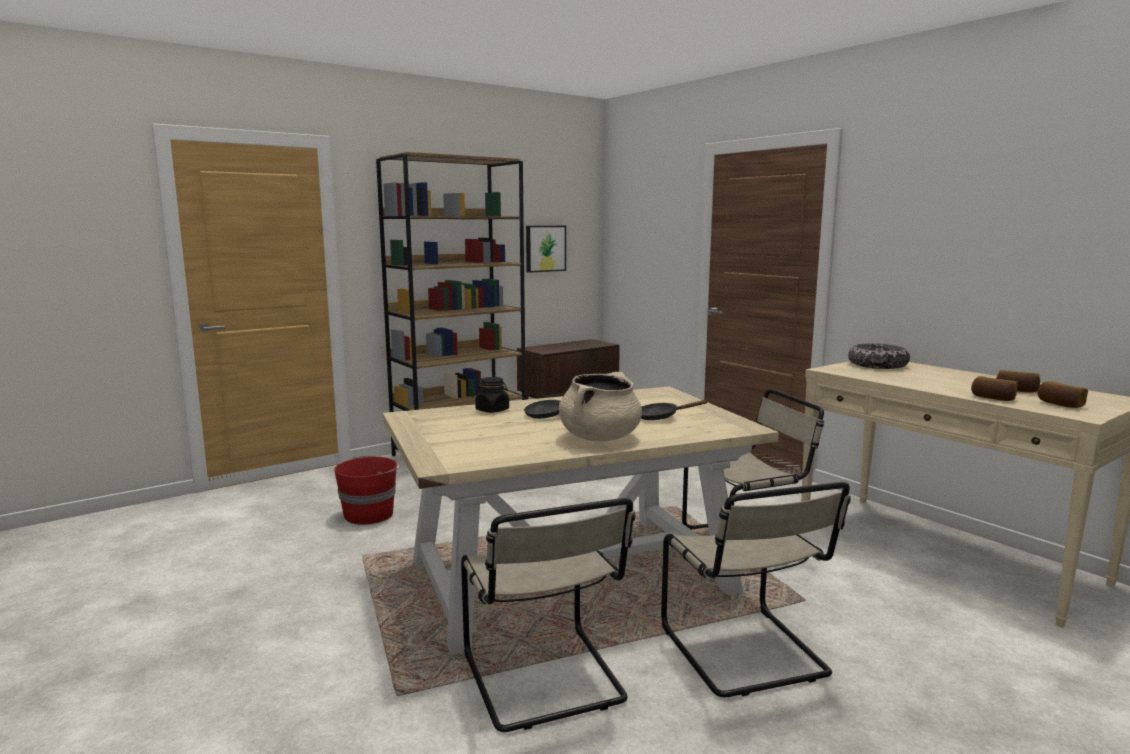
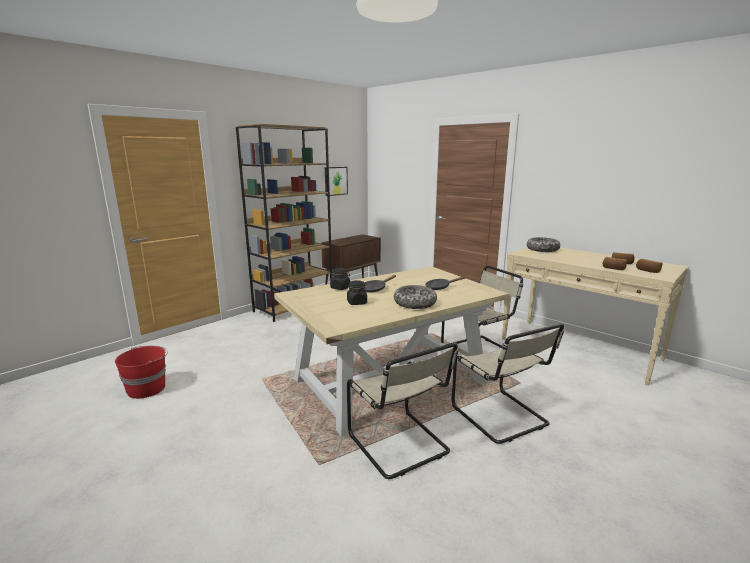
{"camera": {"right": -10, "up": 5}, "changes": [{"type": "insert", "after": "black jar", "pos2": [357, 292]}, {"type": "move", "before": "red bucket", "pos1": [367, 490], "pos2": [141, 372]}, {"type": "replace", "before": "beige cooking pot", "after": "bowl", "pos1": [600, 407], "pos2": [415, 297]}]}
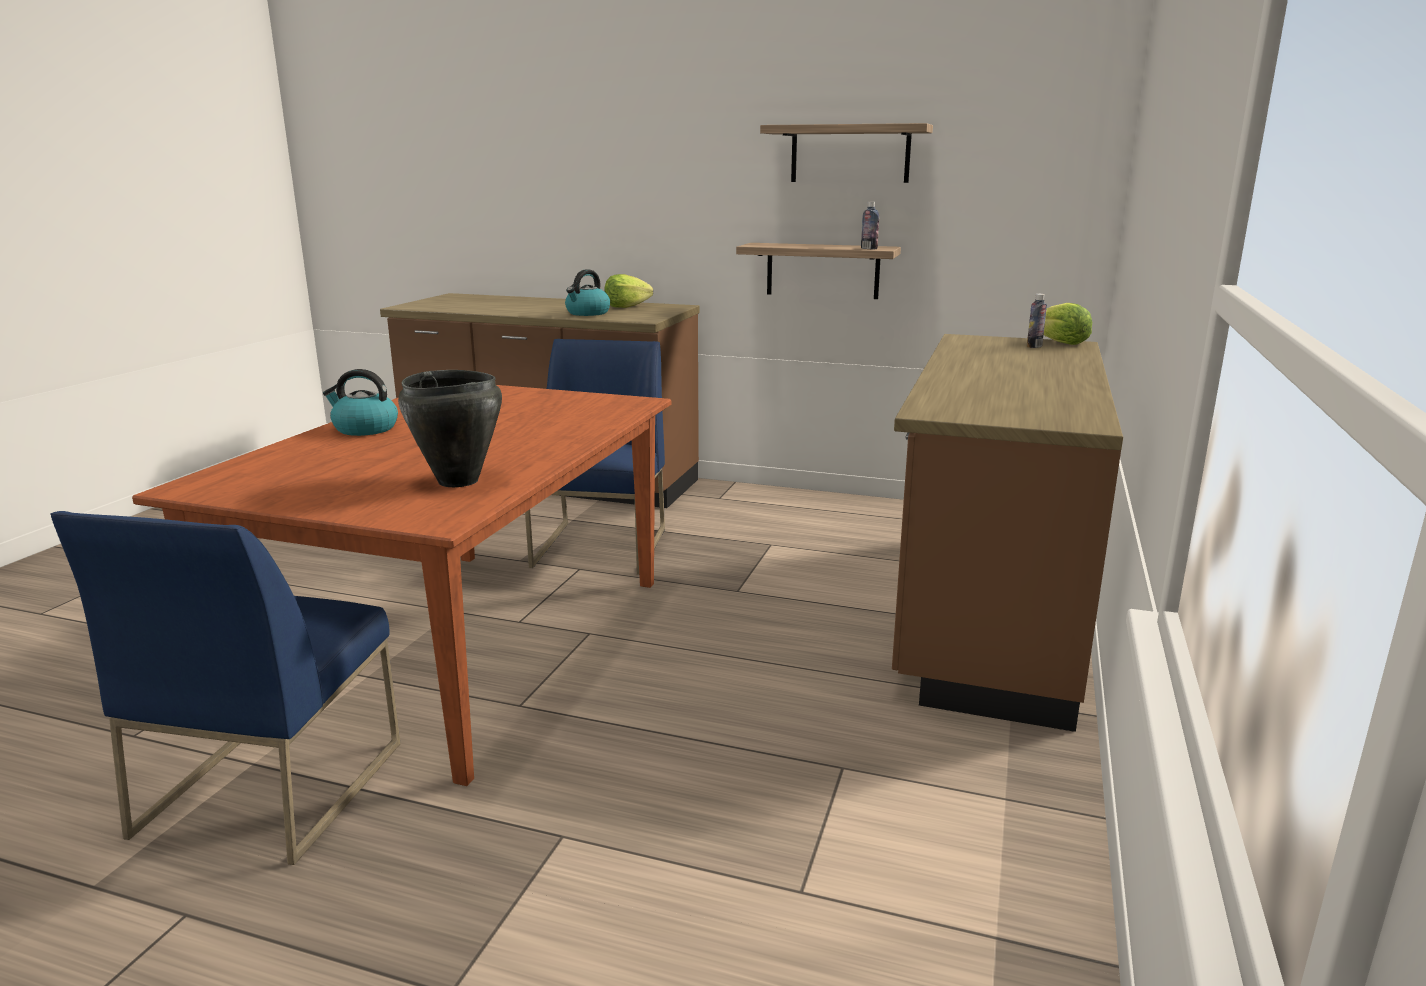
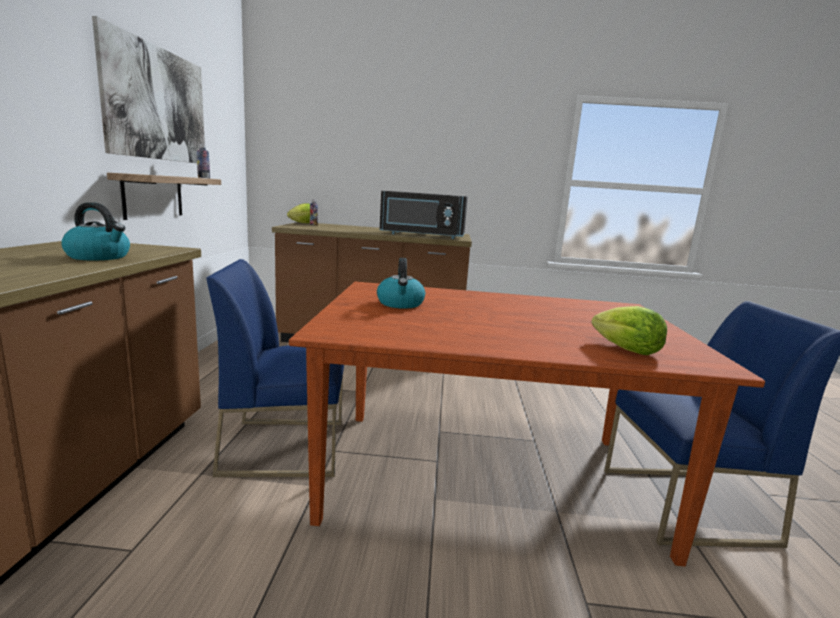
{"camera": {"right": -105, "up": -5}, "changes": [{"type": "delete", "before": "black cooking pot", "pos1": [450, 428]}, {"type": "insert", "after": "black microwave", "pos2": [424, 215]}, {"type": "move", "before": "kettle", "pos1": [360, 402], "pos2": [401, 283]}, {"type": "move", "before": "lettuce", "pos1": [628, 291], "pos2": [629, 330]}, {"type": "replace", "before": "shelf", "after": "picture", "pos1": [846, 153], "pos2": [148, 89]}]}
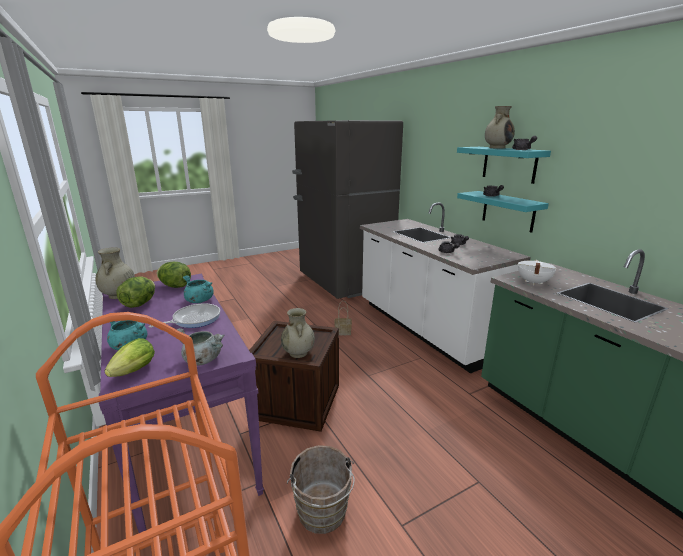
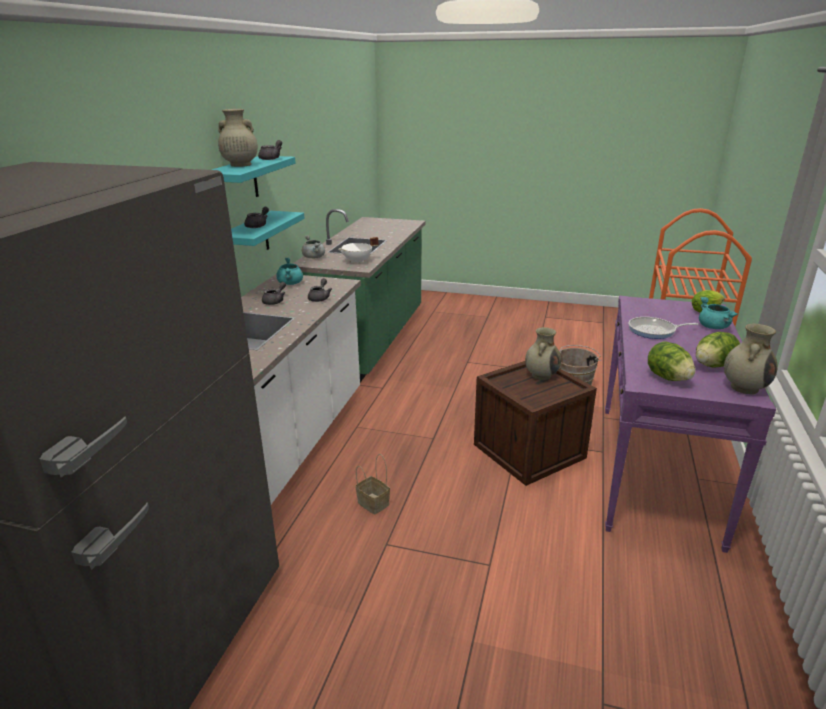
{"camera": {"right": -135, "up": 5}, "changes": [{"type": "move", "before": "grey cooking pot", "pos1": [200, 346], "pos2": [313, 246]}, {"type": "move", "before": "turquoise cooking pot", "pos1": [198, 289], "pos2": [289, 271]}]}
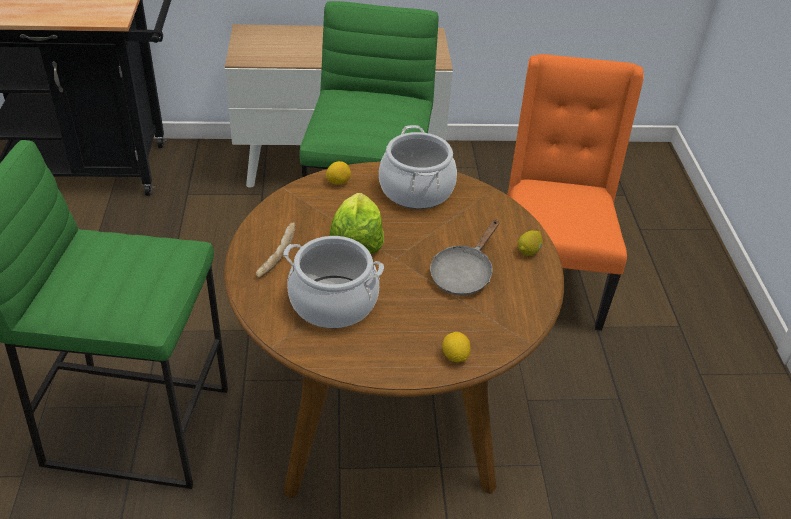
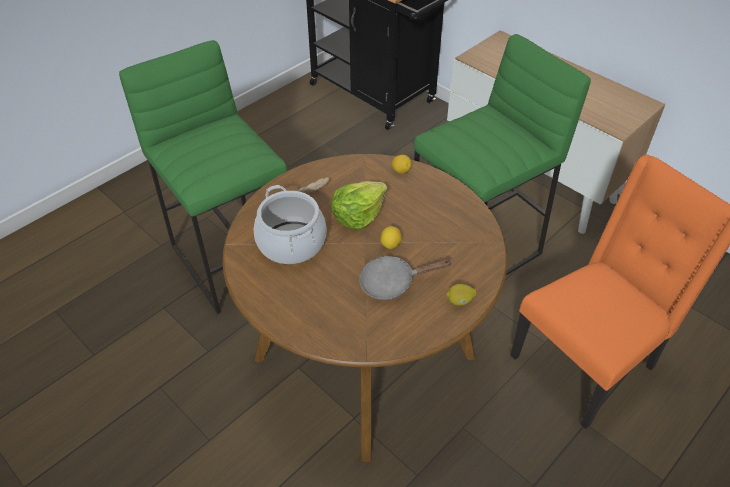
{"camera": {"right": 50, "up": 5}, "changes": [{"type": "delete", "before": "cooking pot", "pos1": [418, 167]}, {"type": "move", "before": "lemon", "pos1": [456, 347], "pos2": [391, 237]}]}
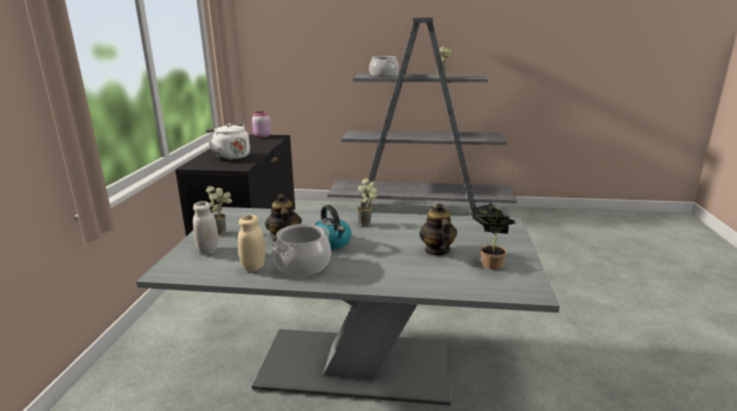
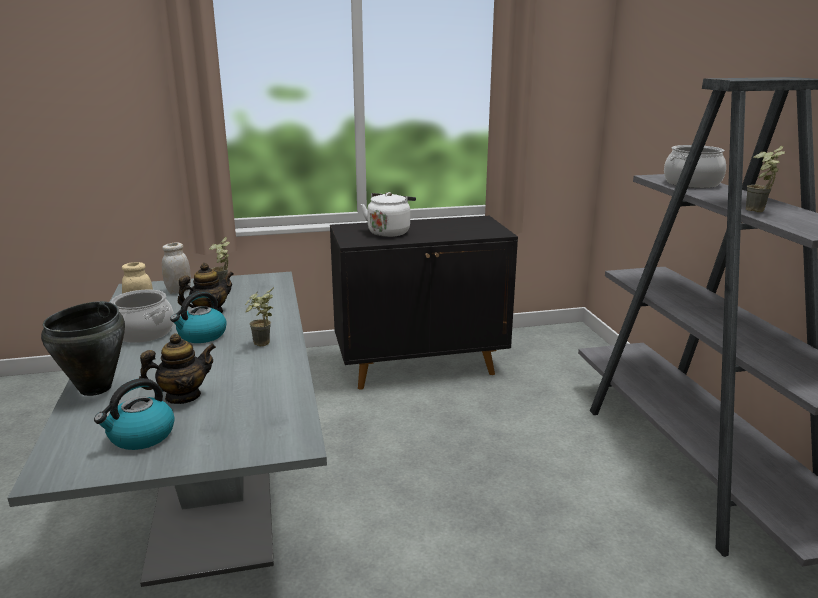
{"camera": {"right": 70, "up": 0}, "changes": [{"type": "delete", "before": "pink jar", "pos1": [261, 124]}, {"type": "insert", "after": "black cooking pot", "pos2": [83, 348]}, {"type": "replace", "before": "potted plant", "after": "kettle", "pos1": [493, 236], "pos2": [134, 414]}]}
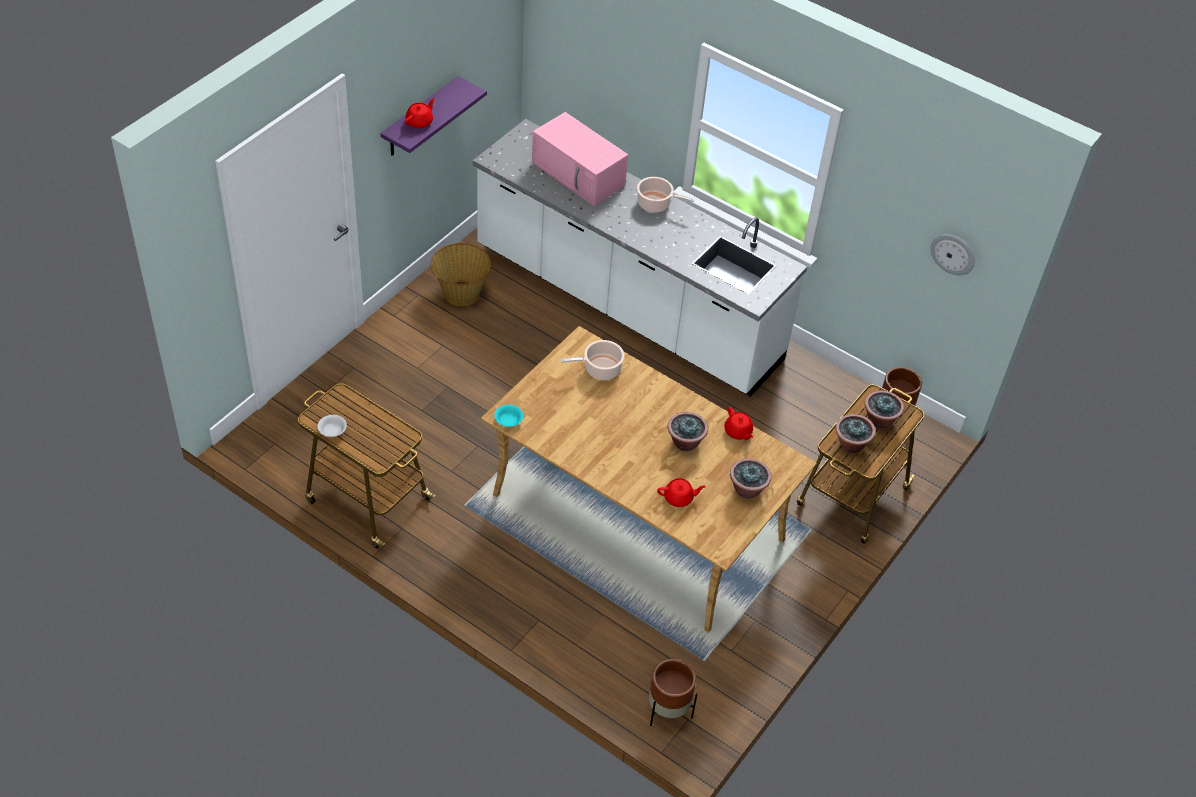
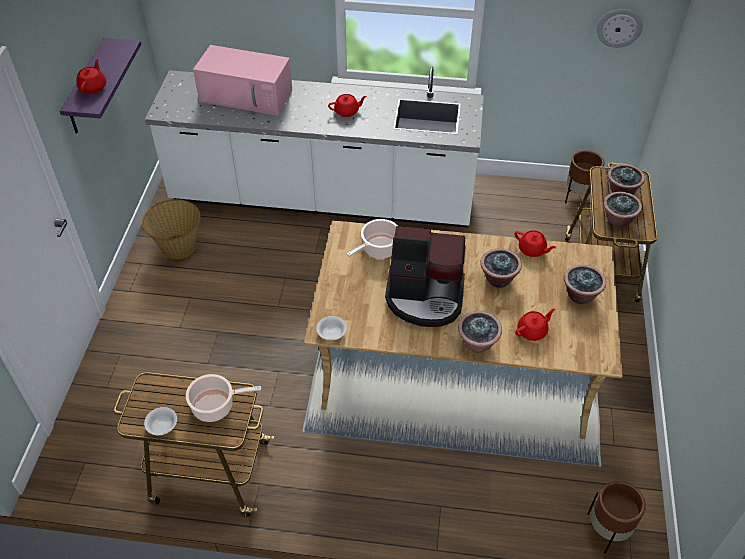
{"camera": {"right": -25, "up": 0}, "changes": [{"type": "insert", "after": "red teapot", "pos2": [347, 105]}, {"type": "insert", "after": "coffee machine", "pos2": [425, 276]}, {"type": "insert", "after": "potted plant", "pos2": [480, 332]}, {"type": "move", "before": "cooking pot", "pos1": [666, 195], "pos2": [223, 398]}, {"type": "recolor", "before": "turquoise bowl", "after": "white bowl", "pos1": [508, 416], "pos2": [331, 328]}]}
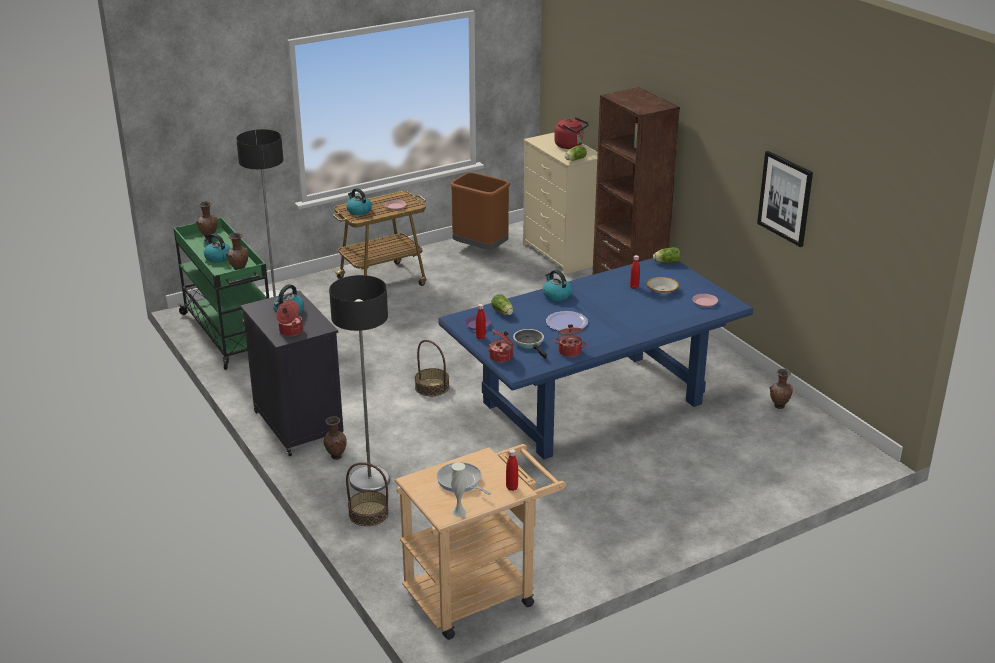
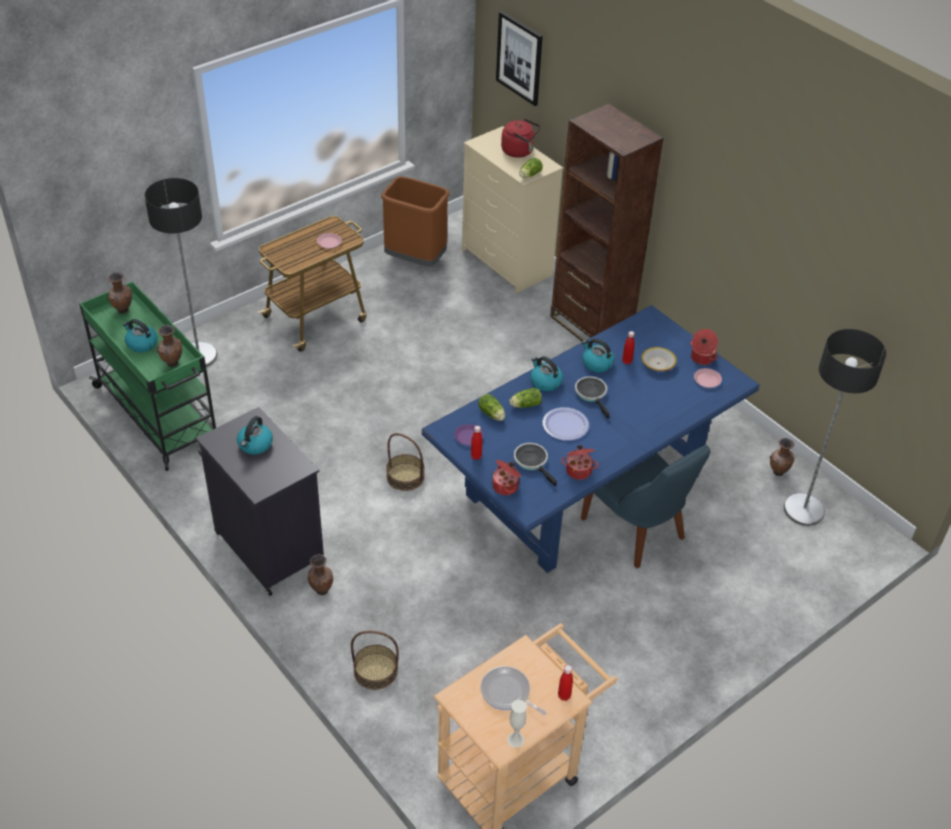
{"camera": {"right": -10, "up": 15}, "changes": [{"type": "insert", "after": "frying pan", "pos2": [592, 397]}, {"type": "insert", "after": "blue chair", "pos2": [645, 506]}, {"type": "move", "before": "cooking pot", "pos1": [289, 318], "pos2": [704, 347]}, {"type": "move", "before": "floor lamp", "pos1": [359, 383], "pos2": [835, 427]}, {"type": "move", "before": "kettle", "pos1": [359, 201], "pos2": [598, 355]}, {"type": "move", "before": "lettuce", "pos1": [667, 255], "pos2": [525, 398]}, {"type": "move", "before": "picture", "pos1": [785, 199], "pos2": [519, 58]}]}
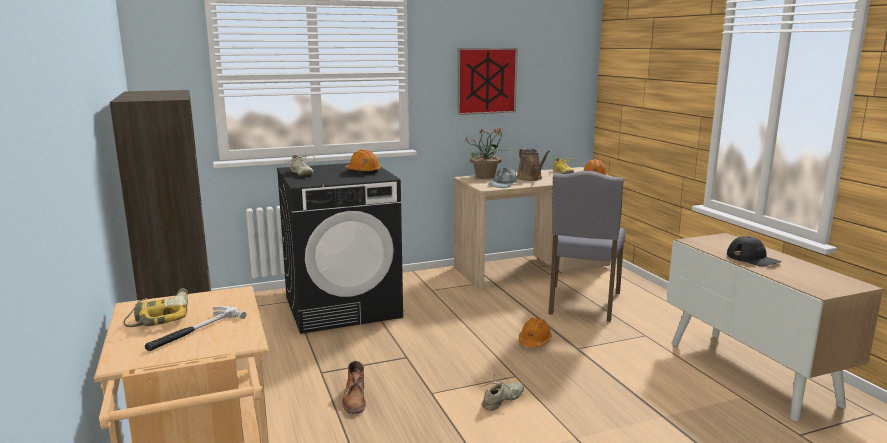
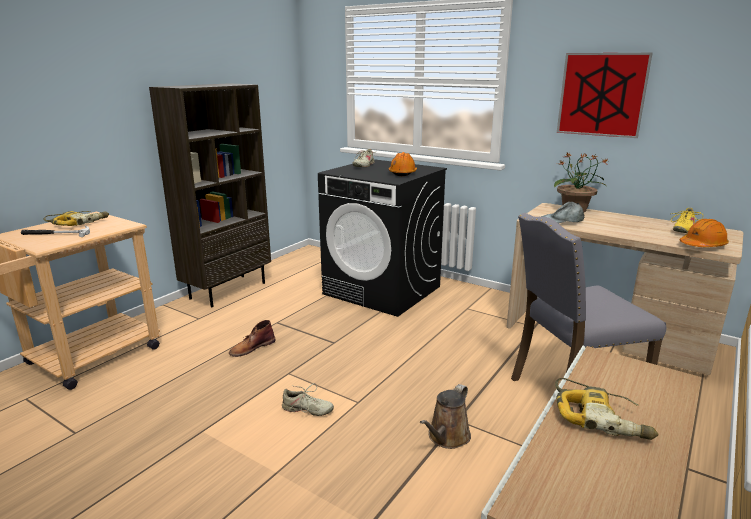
{"camera": {"right": 55, "up": 5}, "changes": [{"type": "delete", "before": "orange hard hat", "pos1": [535, 332]}, {"type": "move", "before": "brown watering can", "pos1": [533, 164], "pos2": [445, 416]}, {"type": "replace", "before": "black cap", "after": "power drill", "pos1": [754, 251], "pos2": [607, 409]}]}
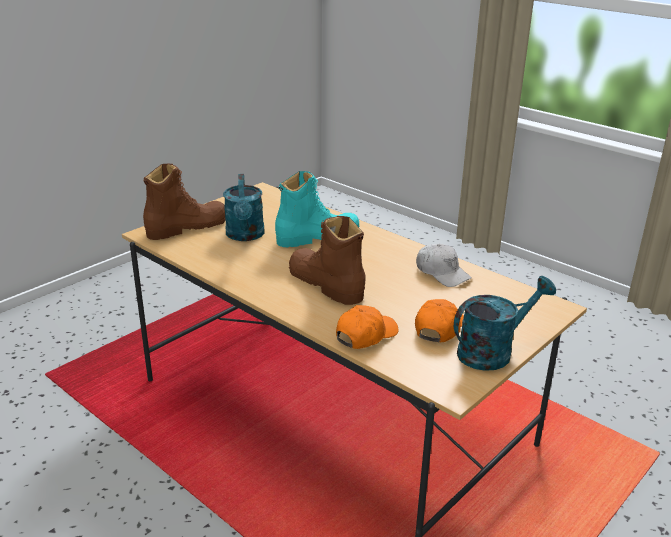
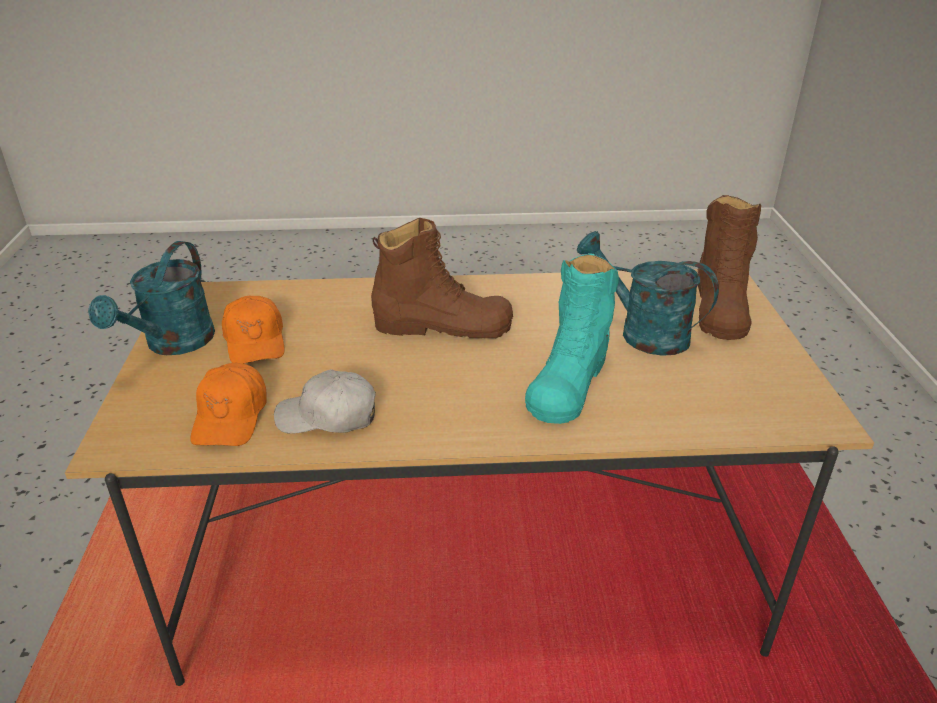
{"camera": {"right": 135, "up": 5}, "changes": [{"type": "move", "before": "orange cap", "pos1": [367, 327], "pos2": [228, 404]}]}
